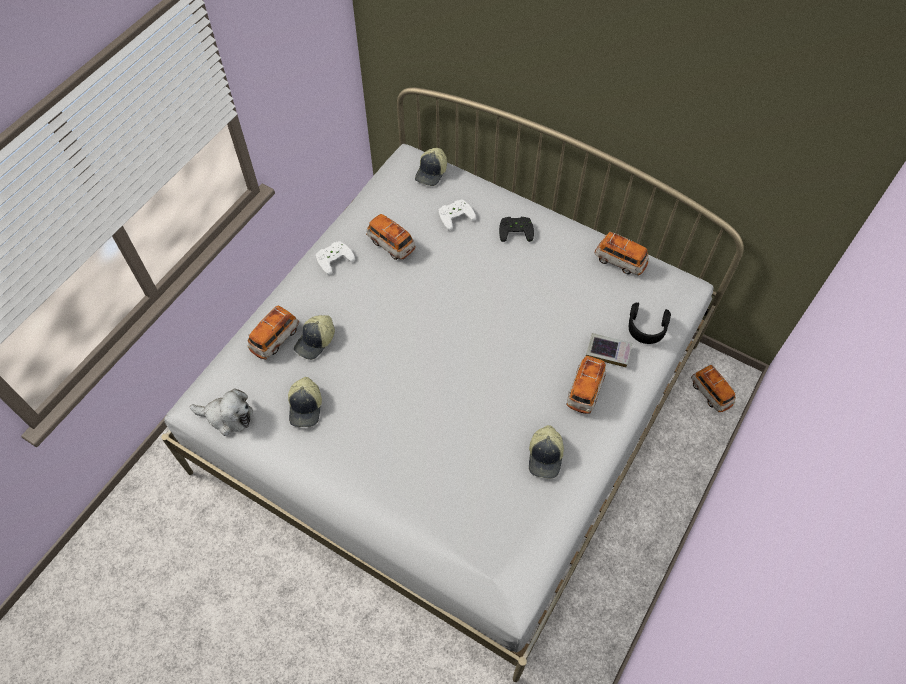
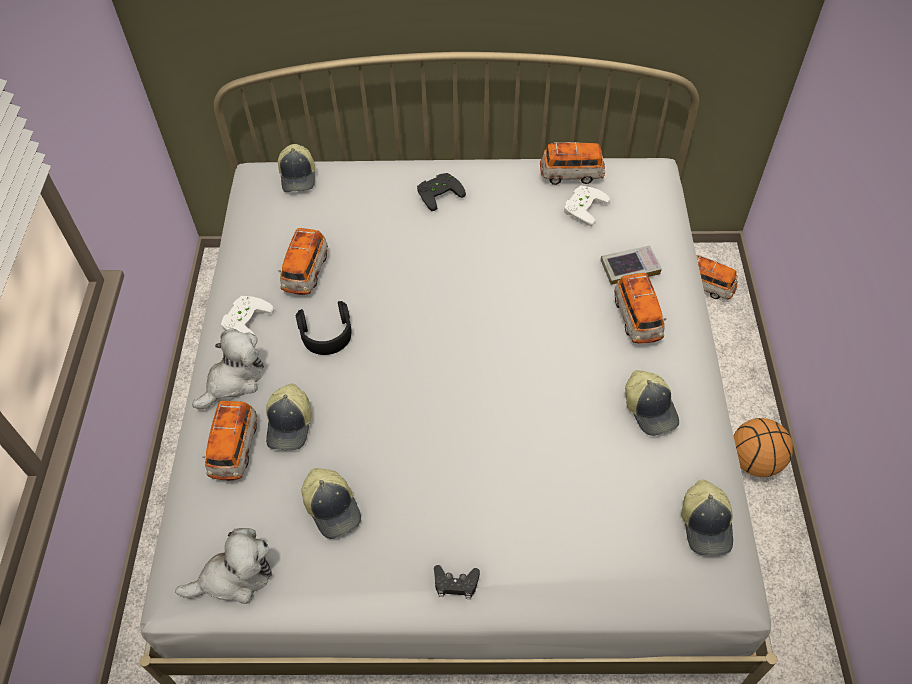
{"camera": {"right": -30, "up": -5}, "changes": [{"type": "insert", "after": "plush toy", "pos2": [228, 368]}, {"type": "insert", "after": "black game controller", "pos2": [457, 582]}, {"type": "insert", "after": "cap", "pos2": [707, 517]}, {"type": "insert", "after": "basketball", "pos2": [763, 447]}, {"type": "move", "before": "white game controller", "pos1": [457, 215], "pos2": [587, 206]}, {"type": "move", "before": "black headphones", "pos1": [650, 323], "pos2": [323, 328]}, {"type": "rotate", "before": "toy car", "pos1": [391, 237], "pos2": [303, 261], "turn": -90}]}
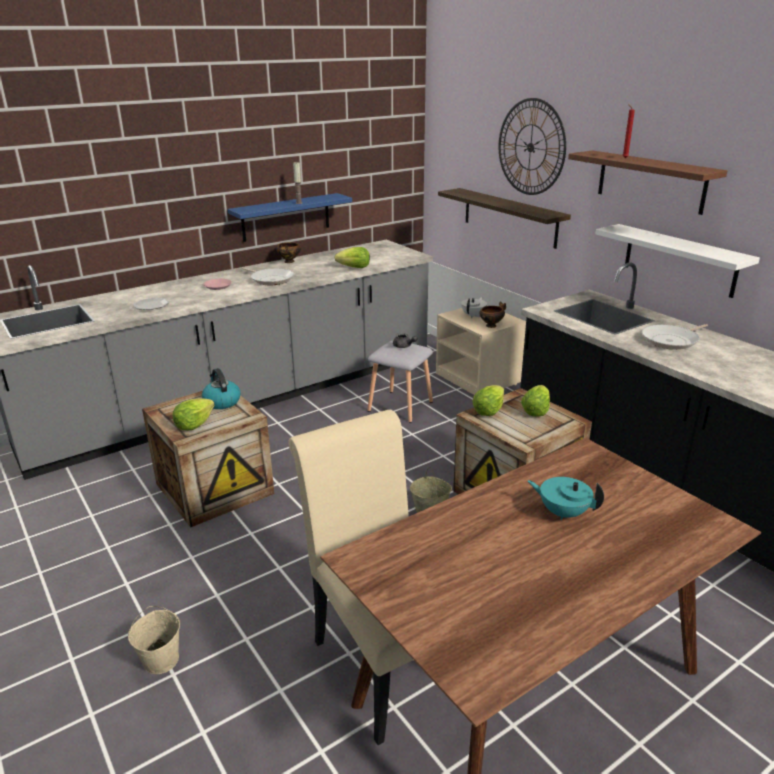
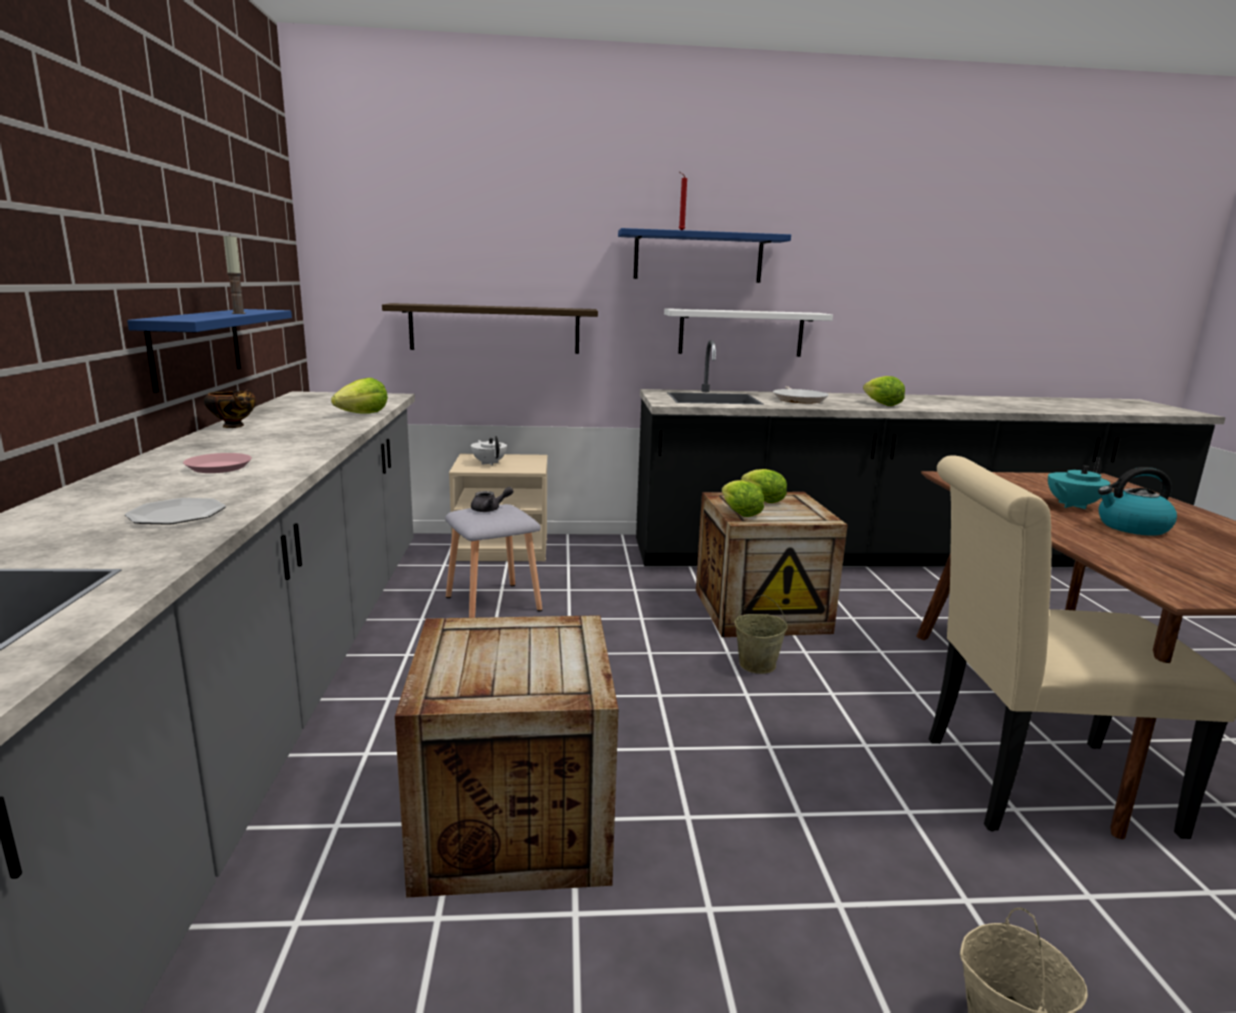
{"camera": {"right": -60, "up": -10}, "changes": [{"type": "delete", "before": "frying pan", "pos1": [268, 276]}, {"type": "delete", "before": "bowl", "pos1": [492, 315]}, {"type": "delete", "before": "wall clock", "pos1": [532, 146]}, {"type": "move", "before": "lettuce", "pos1": [194, 414], "pos2": [884, 391]}, {"type": "move", "before": "kettle", "pos1": [221, 388], "pos2": [1137, 501]}, {"type": "recolor", "before": "brown shelf", "after": "blue shelf", "pos1": [647, 182], "pos2": [704, 255]}]}
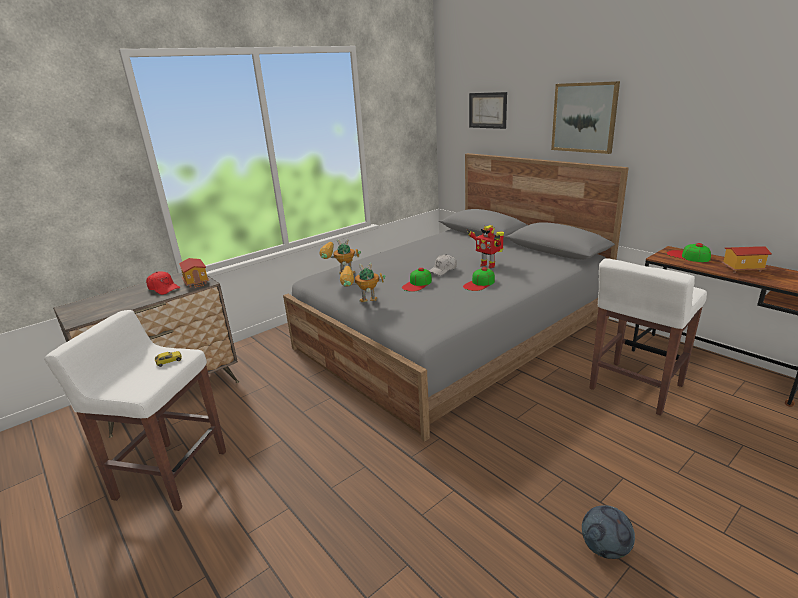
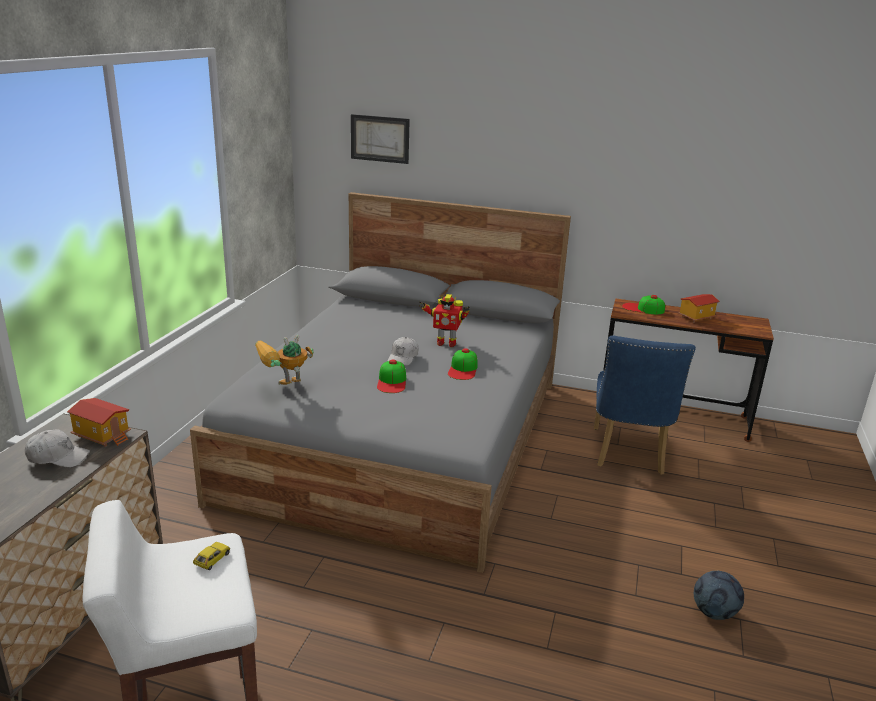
{"camera": {"right": -35, "up": 0}, "changes": [{"type": "delete", "before": "toy robot", "pos1": [363, 282]}, {"type": "delete", "before": "picture", "pos1": [585, 117]}, {"type": "replace", "before": "white stool", "after": "blue chair", "pos1": [648, 337], "pos2": [645, 405]}, {"type": "recolor", "before": "red cap", "after": "white cap", "pos1": [163, 283], "pos2": [57, 448]}]}
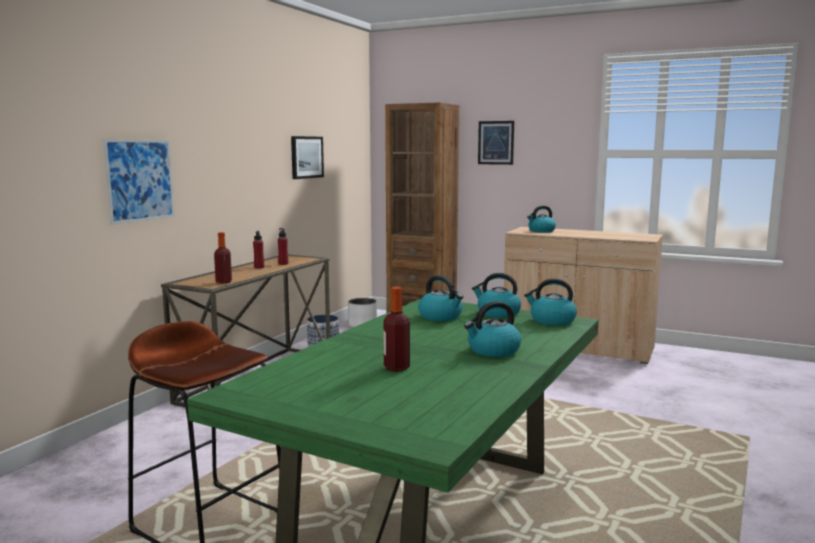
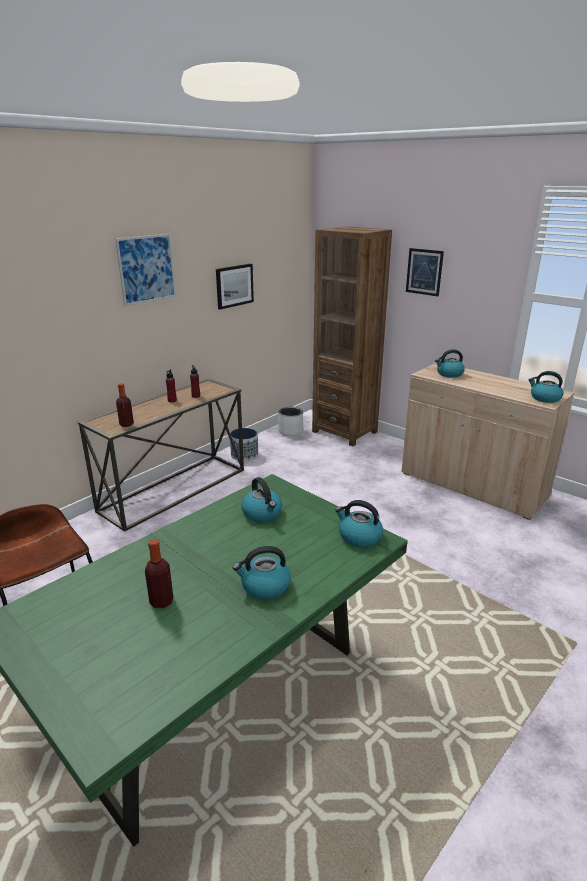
{"camera": {"right": 15, "up": 15}, "changes": [{"type": "move", "before": "picture", "pos1": [139, 182], "pos2": [145, 270]}, {"type": "move", "before": "kettle", "pos1": [496, 295], "pos2": [545, 387]}]}
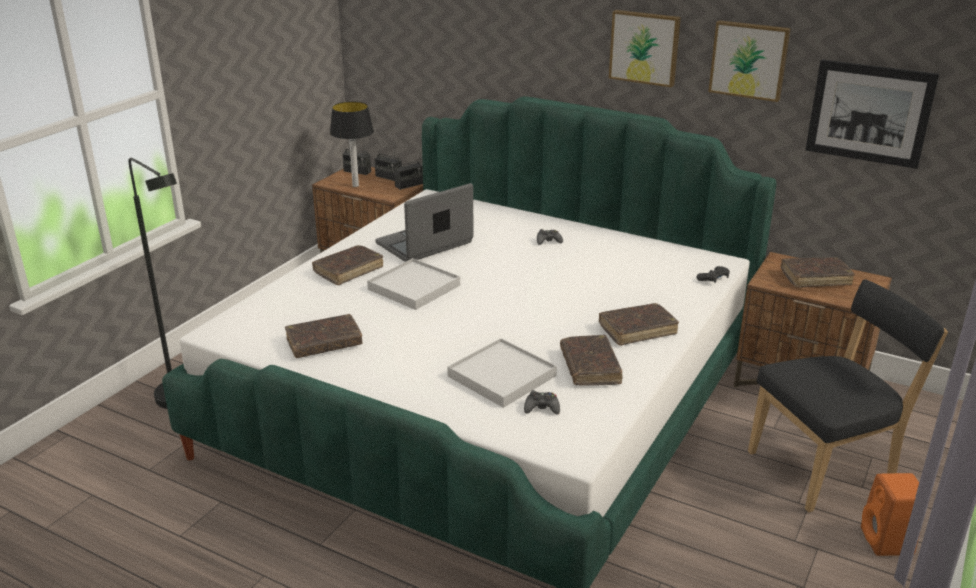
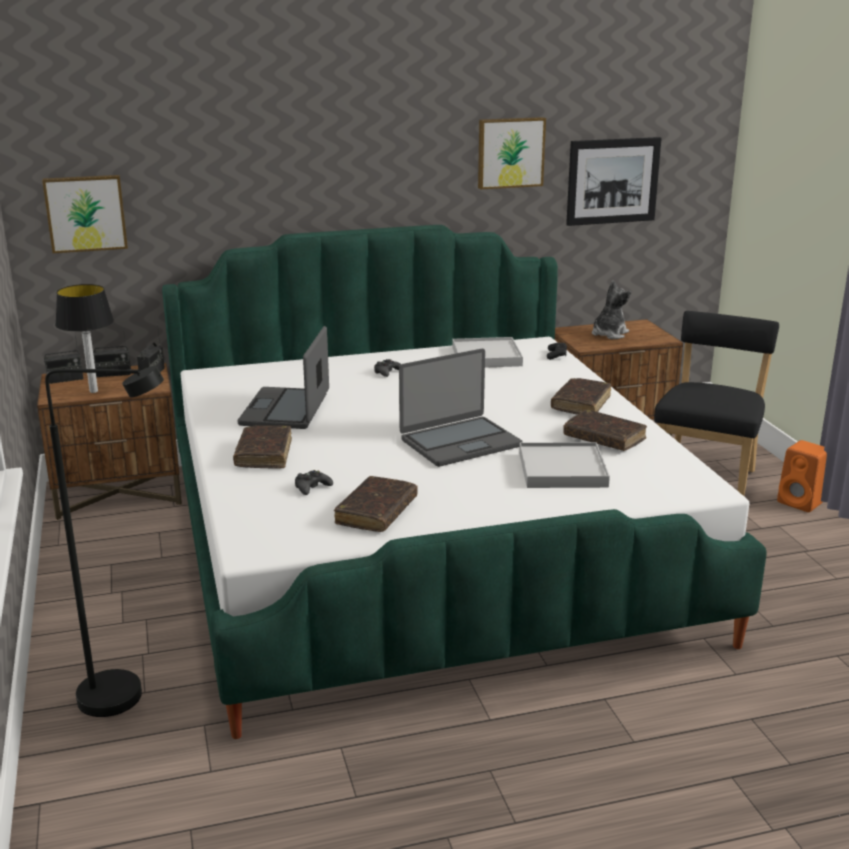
{"camera": {"right": -45, "up": -5}, "changes": [{"type": "insert", "after": "laptop", "pos2": [461, 408]}, {"type": "move", "before": "white tray", "pos1": [413, 284], "pos2": [488, 352]}, {"type": "move", "before": "black game controller", "pos1": [542, 402], "pos2": [314, 482]}, {"type": "move", "before": "picture", "pos1": [645, 49], "pos2": [85, 214]}, {"type": "replace", "before": "brown book", "after": "plush toy", "pos1": [818, 272], "pos2": [611, 309]}]}
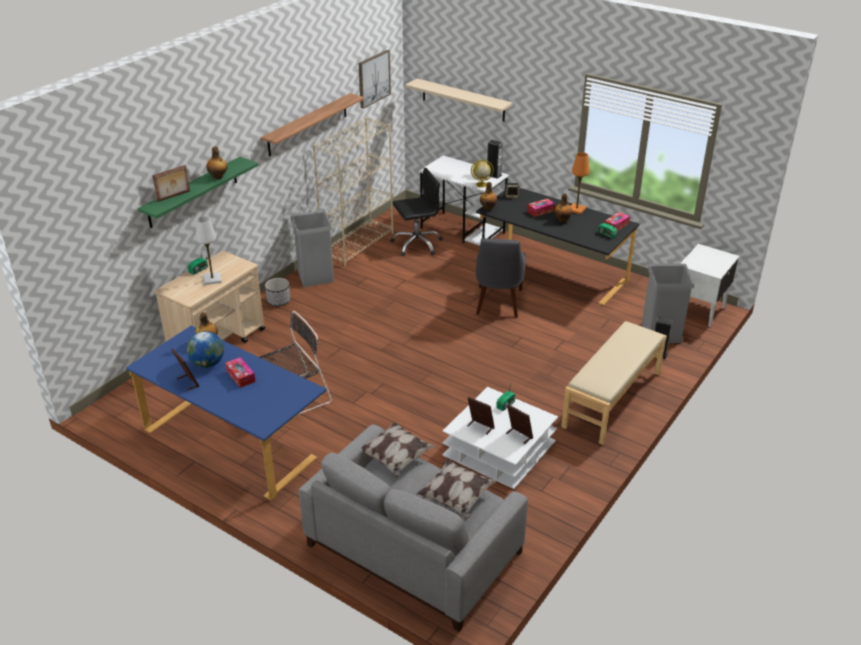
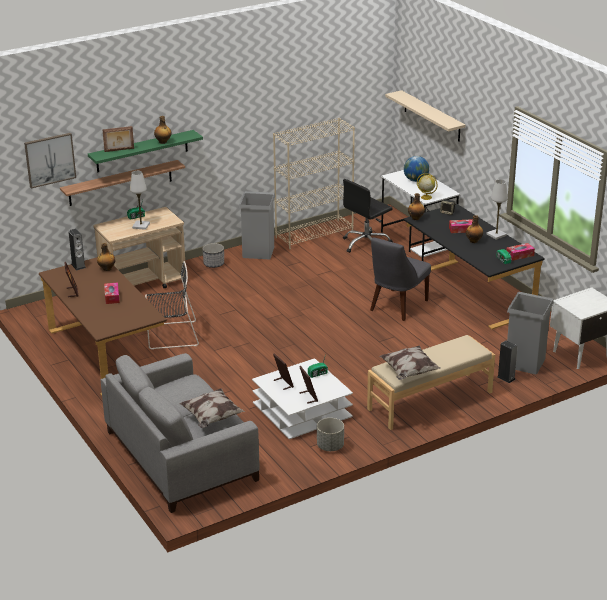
{"camera": {"right": 25, "up": -5}, "changes": [{"type": "insert", "after": "grey planter", "pos2": [330, 434]}, {"type": "move", "before": "globe", "pos1": [205, 349], "pos2": [416, 169]}, {"type": "move", "before": "shelf", "pos1": [312, 125], "pos2": [122, 183]}, {"type": "move", "before": "picture", "pos1": [375, 79], "pos2": [50, 160]}, {"type": "move", "before": "pillow", "pos1": [398, 449], "pos2": [410, 363]}, {"type": "move", "before": "speaker", "pos1": [495, 159], "pos2": [77, 249]}, {"type": "recolor", "before": "blue desk", "after": "brown desk", "pos1": [226, 413], "pos2": [103, 326]}, {"type": "recolor", "before": "orange table lamp", "after": "white table lamp", "pos1": [579, 183], "pos2": [497, 209]}, {"type": "rotate", "before": "black office chair", "pos1": [416, 212], "pos2": [368, 216], "turn": 135}]}
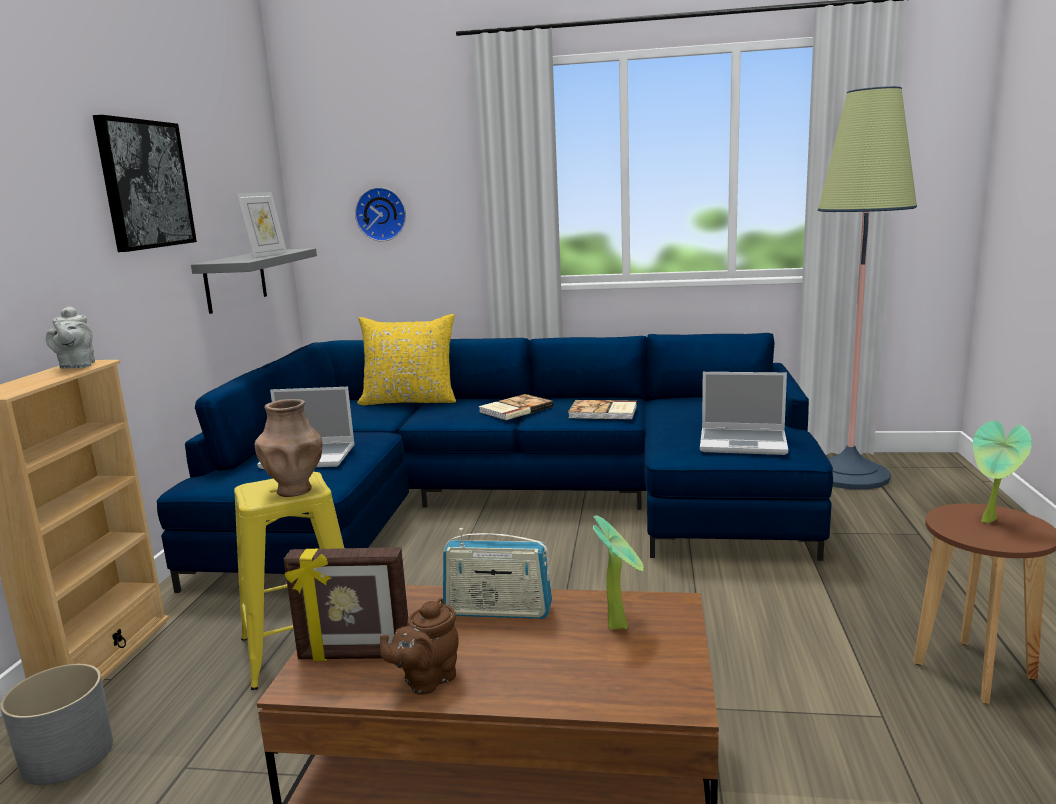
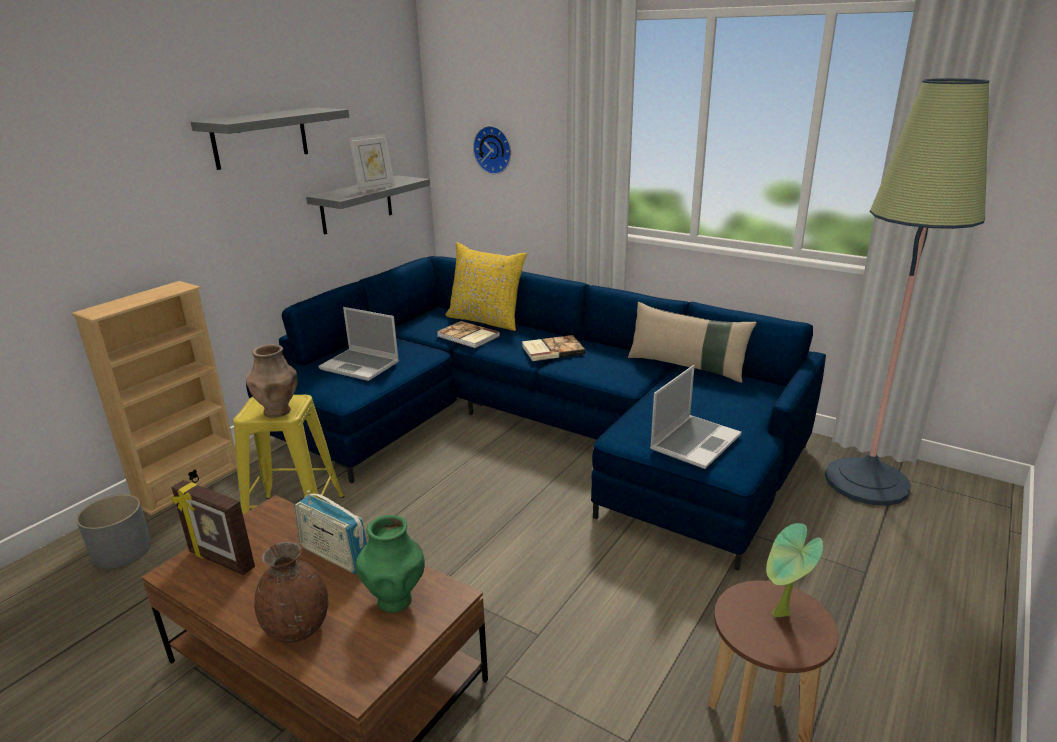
{"camera": {"right": 25, "up": 10}, "changes": [{"type": "delete", "before": "grey teapot", "pos1": [70, 337]}, {"type": "delete", "before": "brown teapot", "pos1": [419, 646]}, {"type": "insert", "after": "brown vase", "pos2": [291, 592]}, {"type": "insert", "after": "beige pillow", "pos2": [692, 342]}, {"type": "move", "before": "book", "pos1": [602, 410], "pos2": [468, 334]}, {"type": "replace", "before": "picture", "after": "grey shelf", "pos1": [145, 183], "pos2": [270, 139]}, {"type": "replace", "before": "potted plant", "after": "green vase", "pos1": [618, 572], "pos2": [390, 564]}, {"type": "rotate", "before": "laptop", "pos1": [744, 413], "pos2": [696, 417], "turn": -90}]}
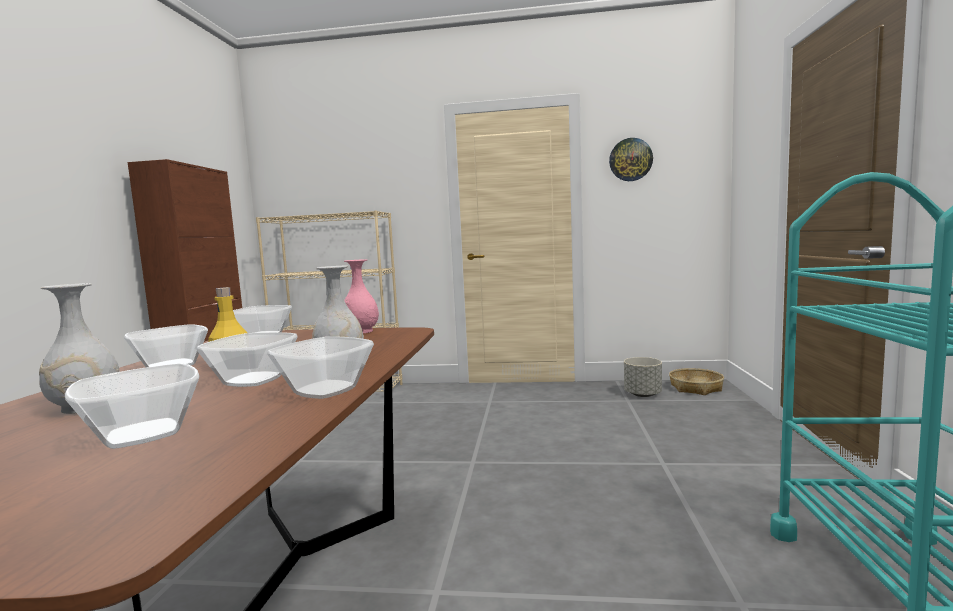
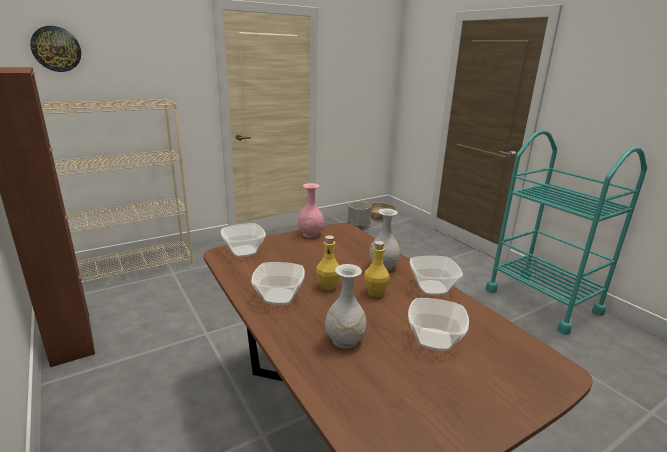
{"camera": {"right": -40, "up": 15}, "changes": [{"type": "move", "before": "wall clock", "pos1": [631, 159], "pos2": [55, 49]}, {"type": "replace", "before": "bowl", "after": "yellow bottle", "pos1": [247, 359], "pos2": [377, 269]}]}
